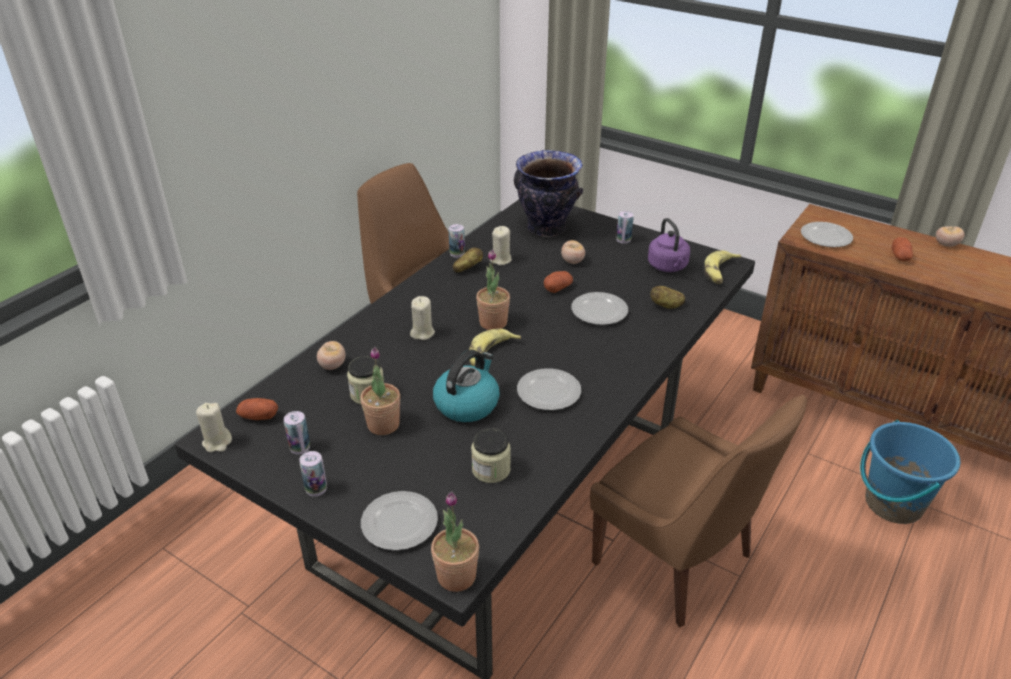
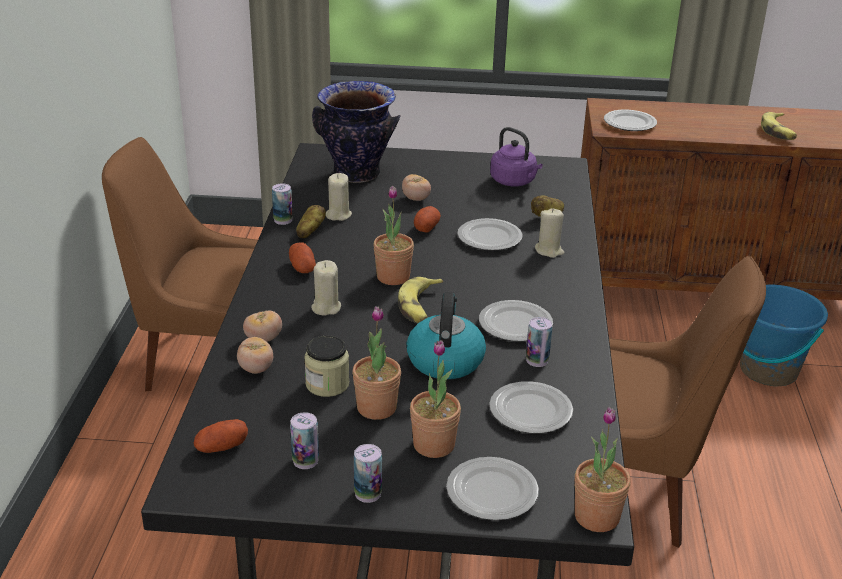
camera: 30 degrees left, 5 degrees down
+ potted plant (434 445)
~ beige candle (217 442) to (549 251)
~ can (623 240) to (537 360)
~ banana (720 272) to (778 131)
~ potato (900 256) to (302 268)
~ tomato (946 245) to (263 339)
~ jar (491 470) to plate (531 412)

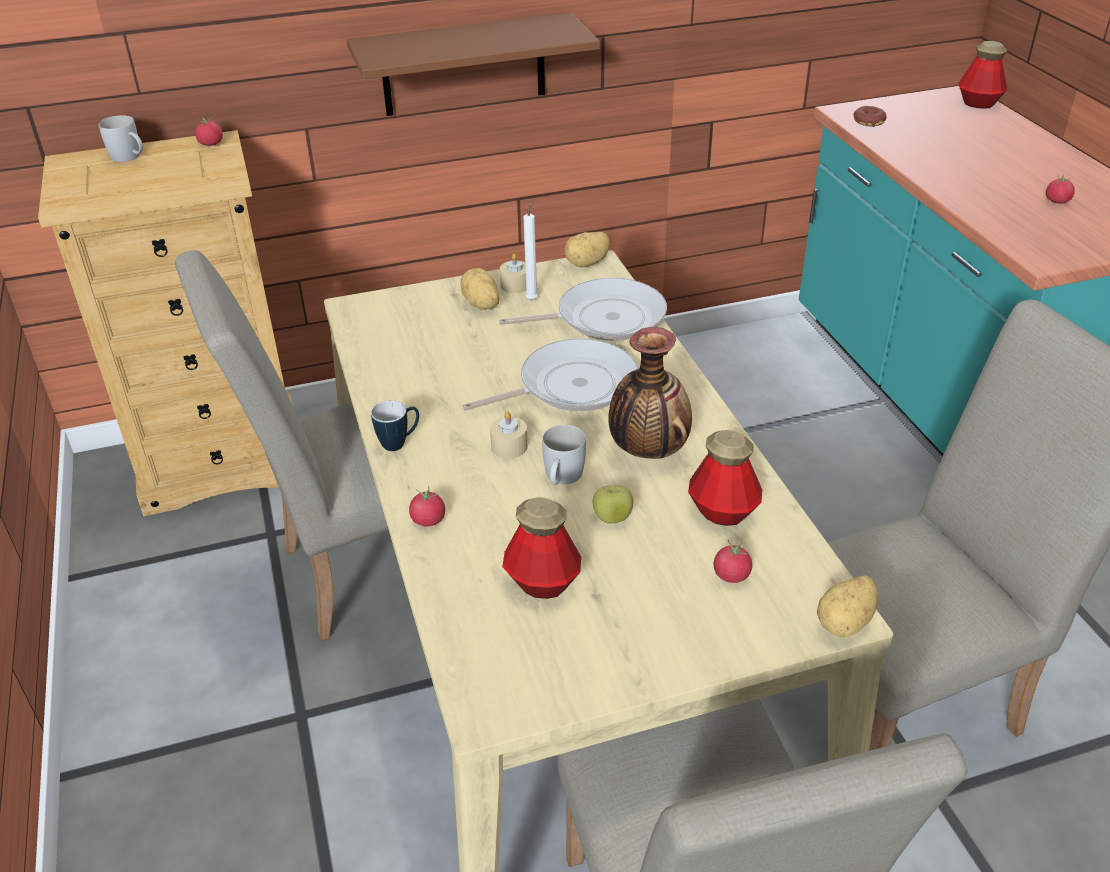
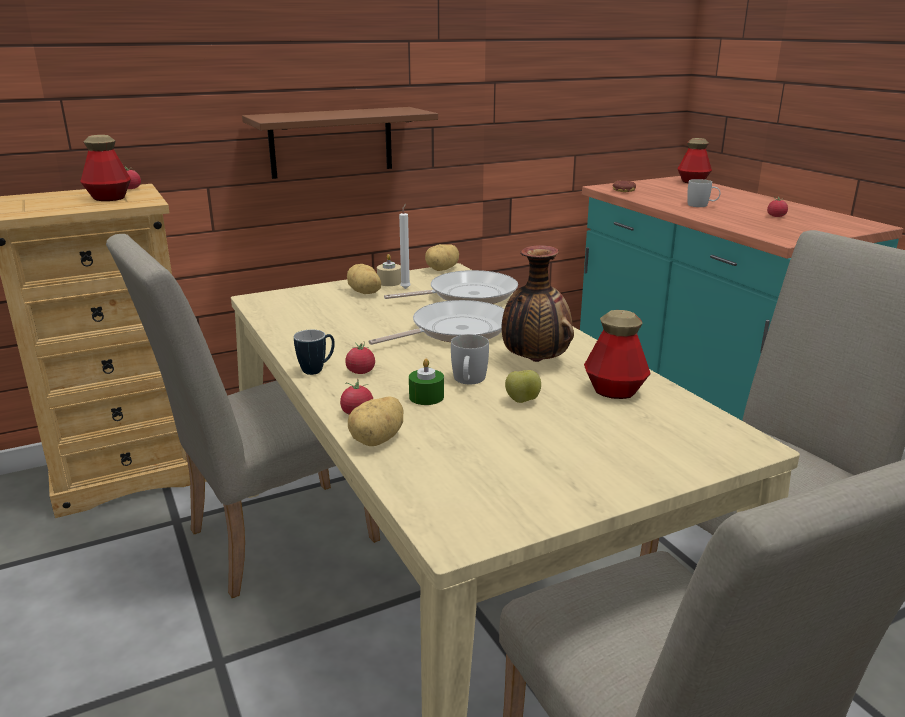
camera: 10 degrees left, 15 degrees down
- beige candle (509 446)
+ green candle (426 397)
~ white mug (130 157) to (702 205)
~ bottle (542 583) to (109 198)
~ tomato (731 575) to (360 372)
~ potato (846 622) to (378 440)

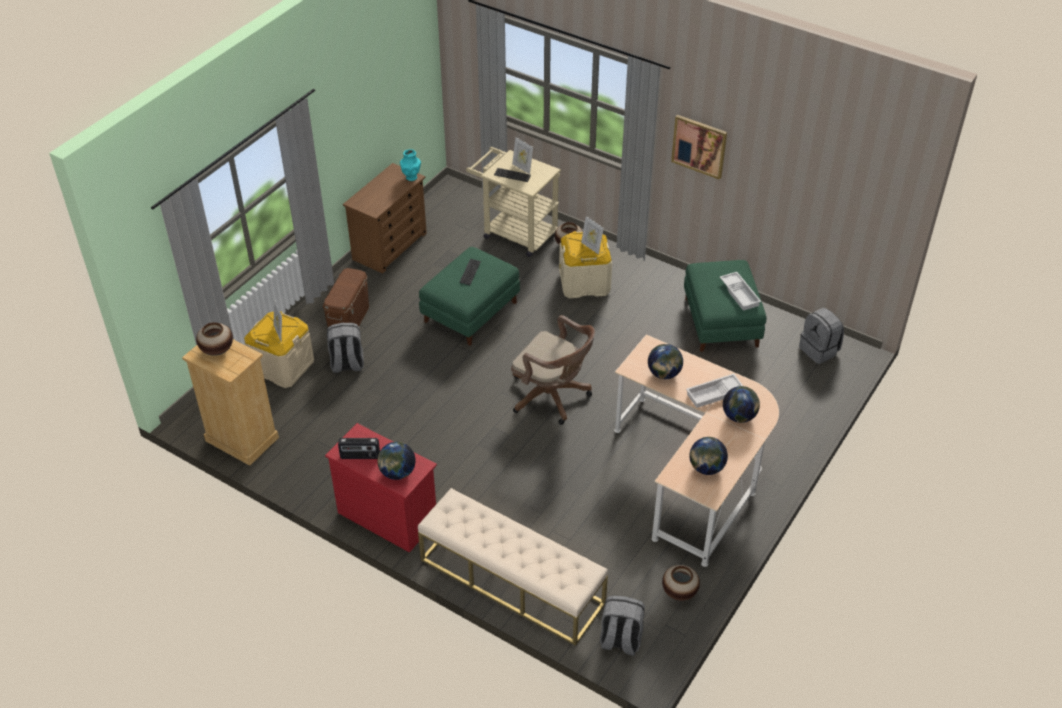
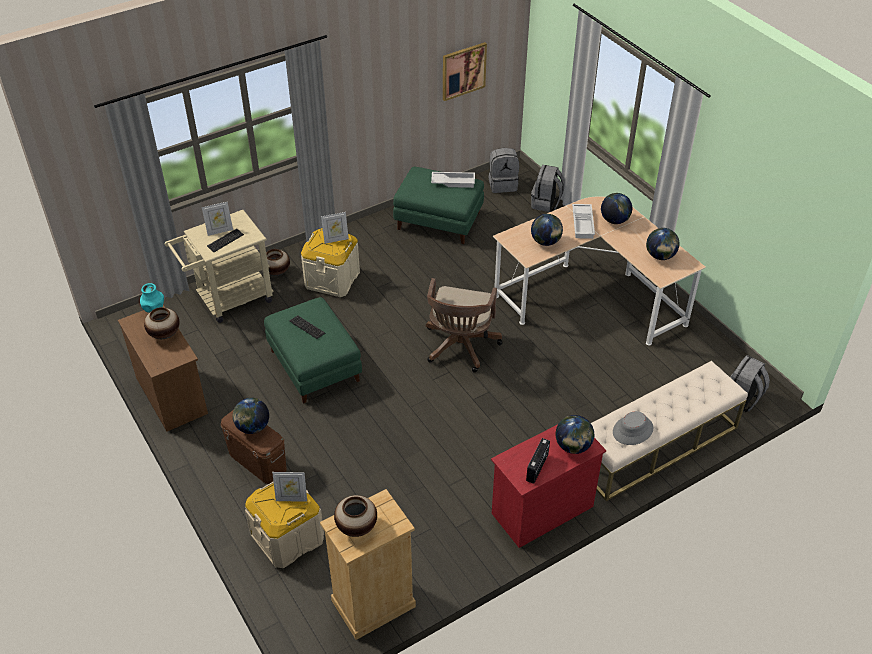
camera: 65 degrees left, 0 degrees up
+ globe (253 427)
+ grey hat (633 430)
~ grey backpack (347 364) to (546 203)
~ vase (679 592) to (164 334)
~ picture (699 146) to (463 71)
~ brown office chair (553 397) = (460 348) 135 degrees clockwise

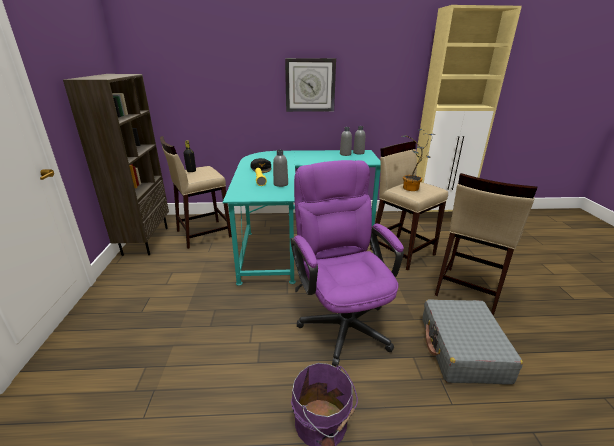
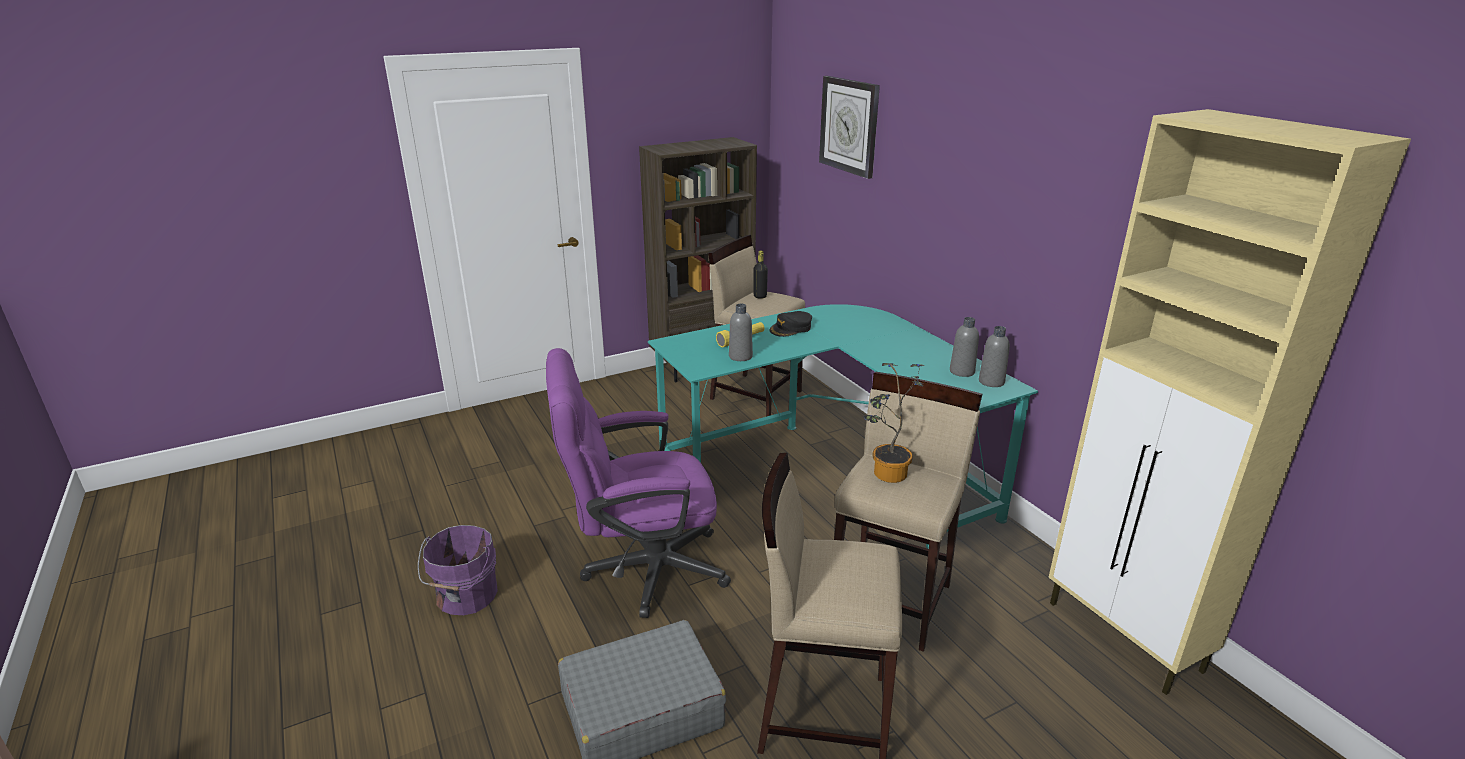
camera: 65 degrees right, 0 degrees up
~ wall clock (310 85) to (849 126)
~ purple office chair (341 319) = (642 570) 150 degrees counterclockwise

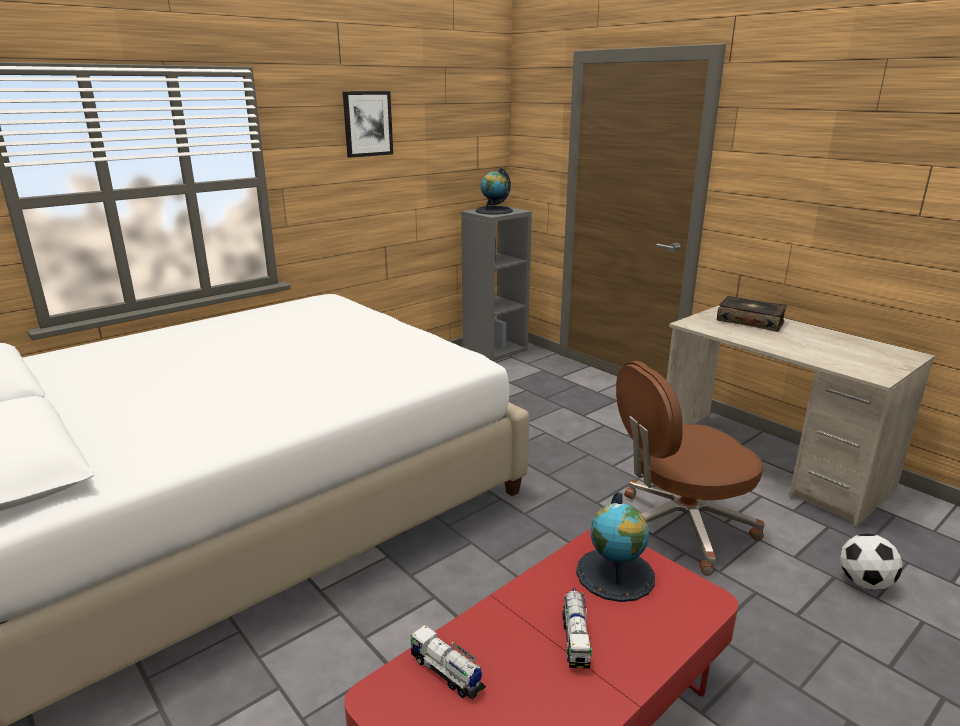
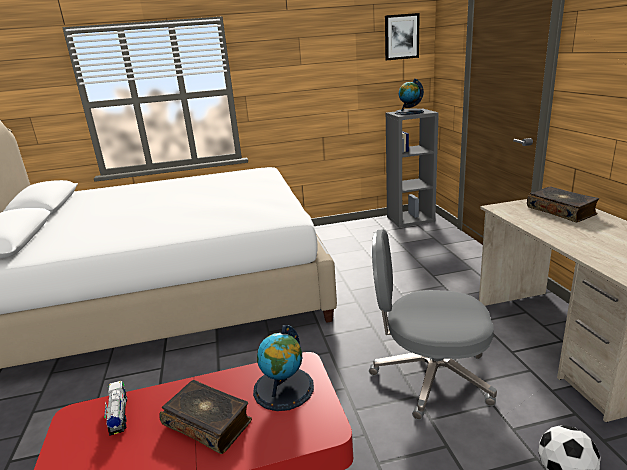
camera: 30 degrees right, 0 degrees up
~ picture (367 123) to (401 37)
~ toy truck (575 639) to book (208 423)
~ brown office chair (679 528) to grey office chair (429 376)

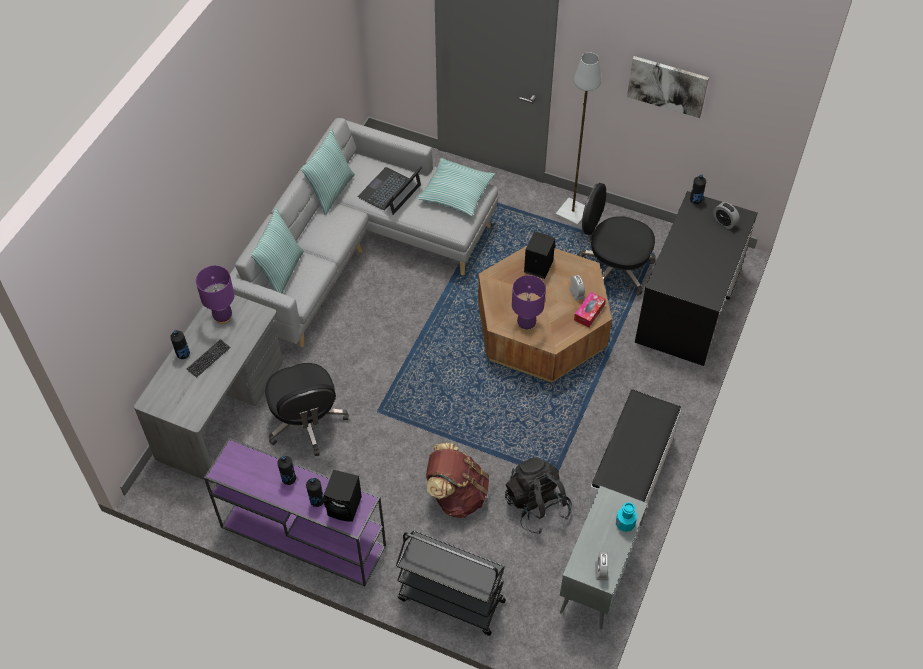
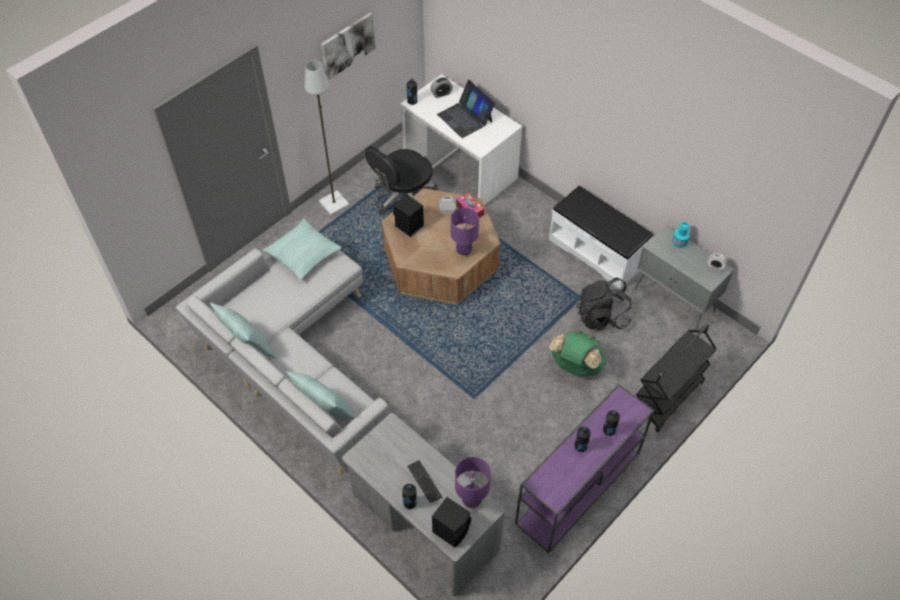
camera: 70 degrees left, 0 degrees up
- black office chair (306 422)
~ purple table lamp (223 317) to (471 501)
~ black speaker (345 507) to (452 529)
~ laptop (390 191) to (465 118)
~ brown backpack (456 495) to green backpack (575 366)
~ black desk (689 306) to white desk (460 166)

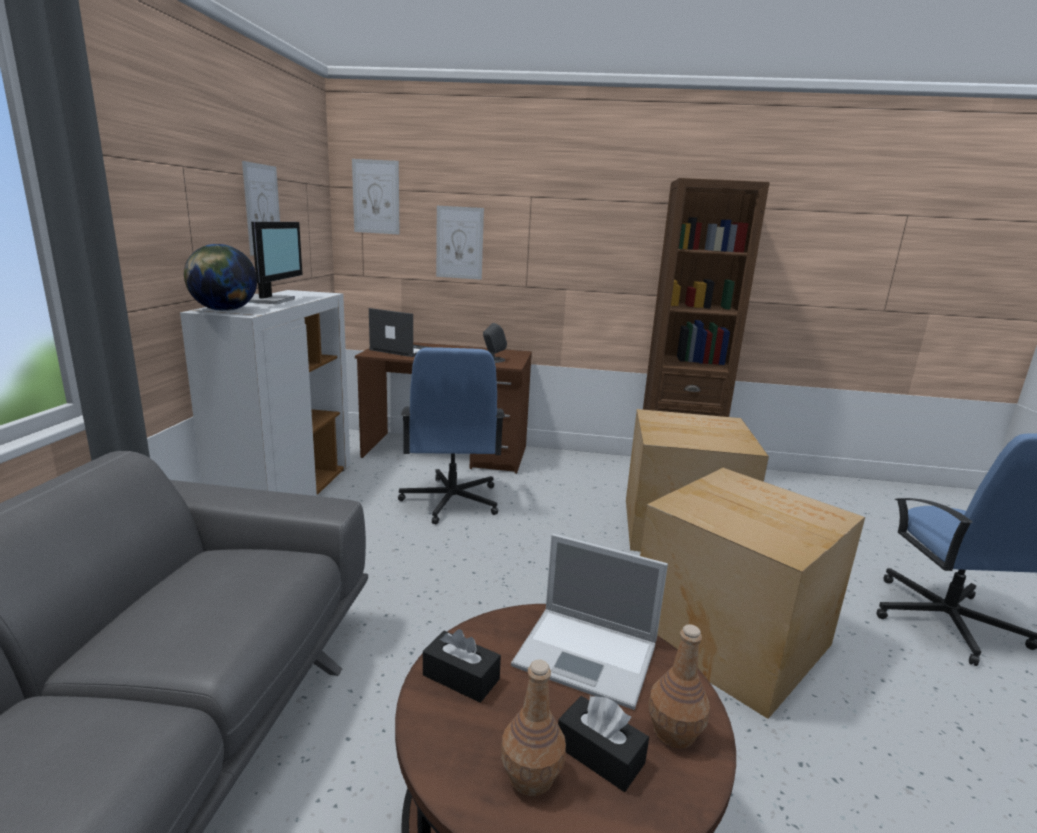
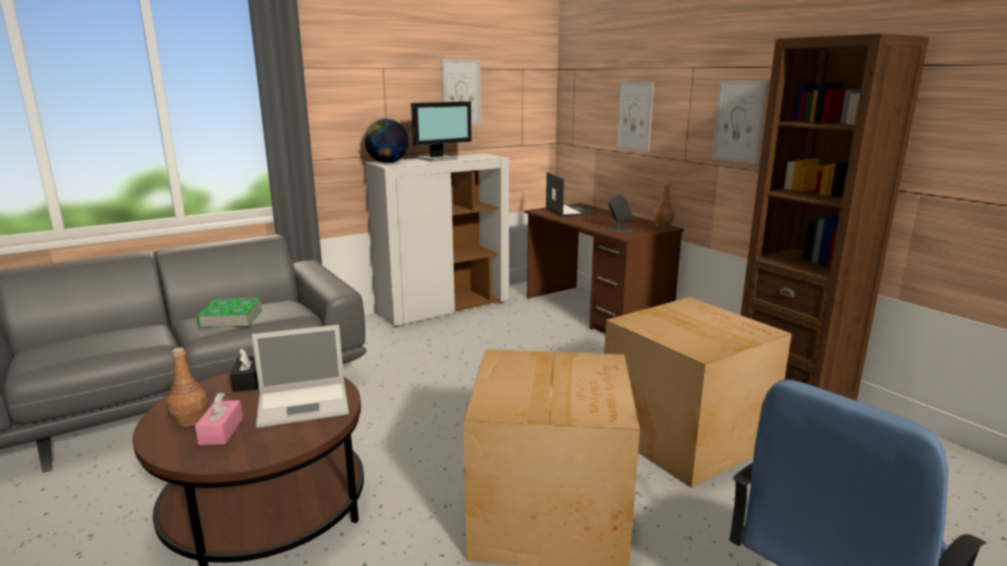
camera: 50 degrees right, 0 degrees up
- blue office chair (451 501)
+ book (231 318)
~ picture (376 197) to (738 121)
~ brown bottle (673 731) to (663 226)
~ black tissue box (600 754) to pink tissue box (221 431)
~ laptop (588 656) = (305 404) 90 degrees counterclockwise

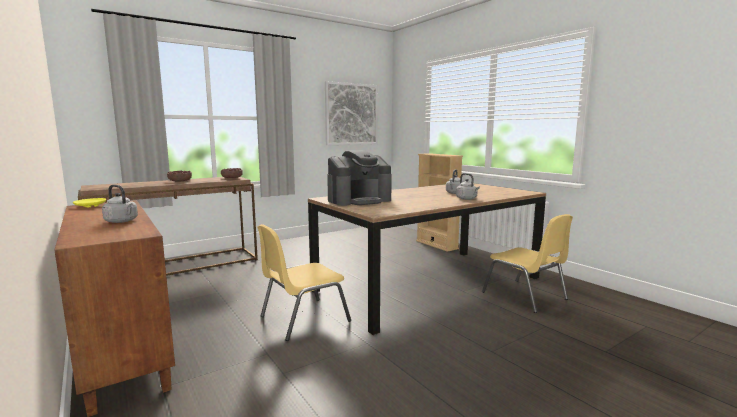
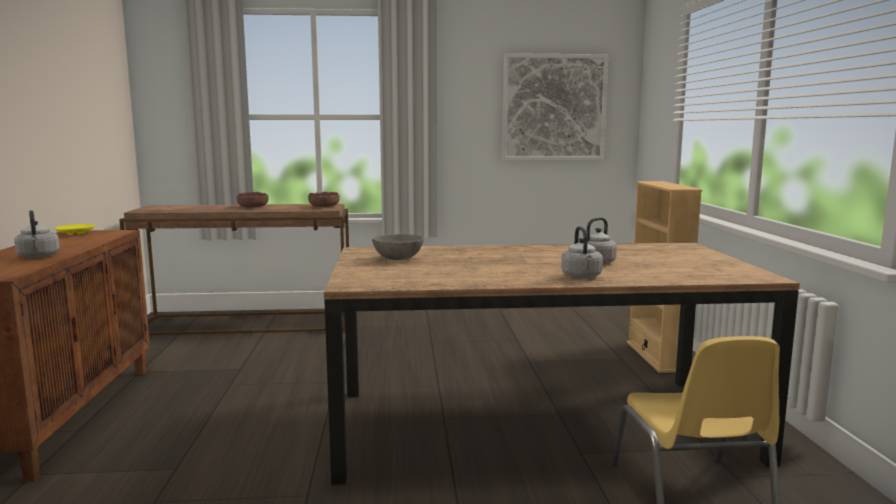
camera: 30 degrees right, 0 degrees up
- yellow chair (303 319)
~ coffee machine (359 200) to grey bowl (398 259)

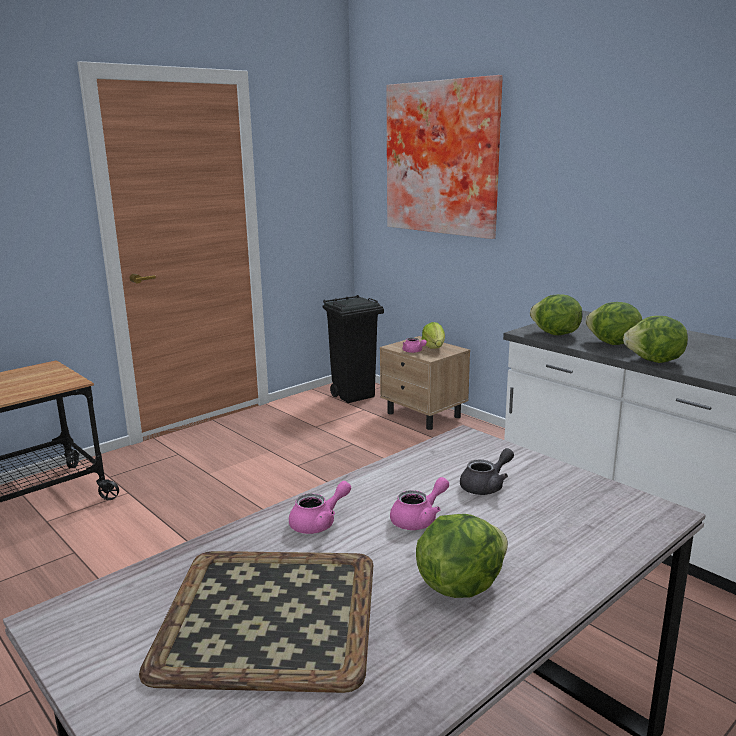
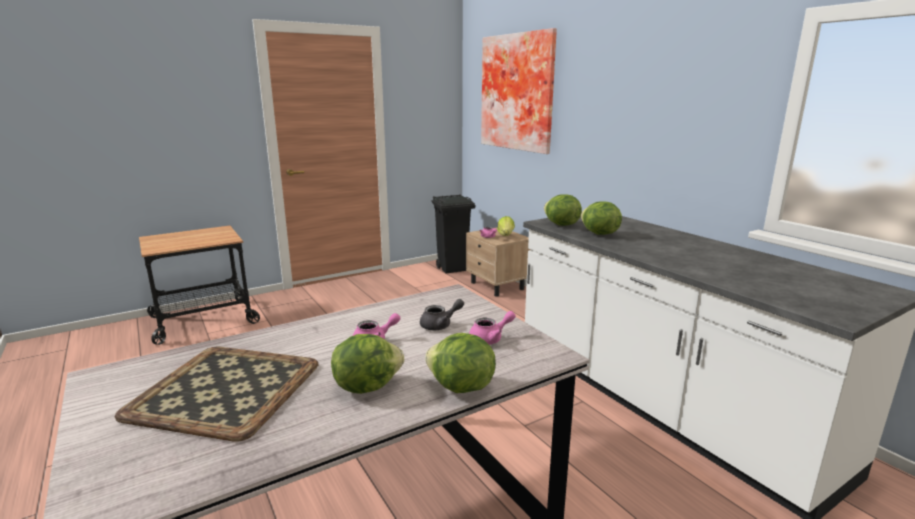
camera: 10 degrees right, 0 degrees up
~ pink teapot (319 523) to (490 339)
~ lettuce (654 361) to (460 388)

